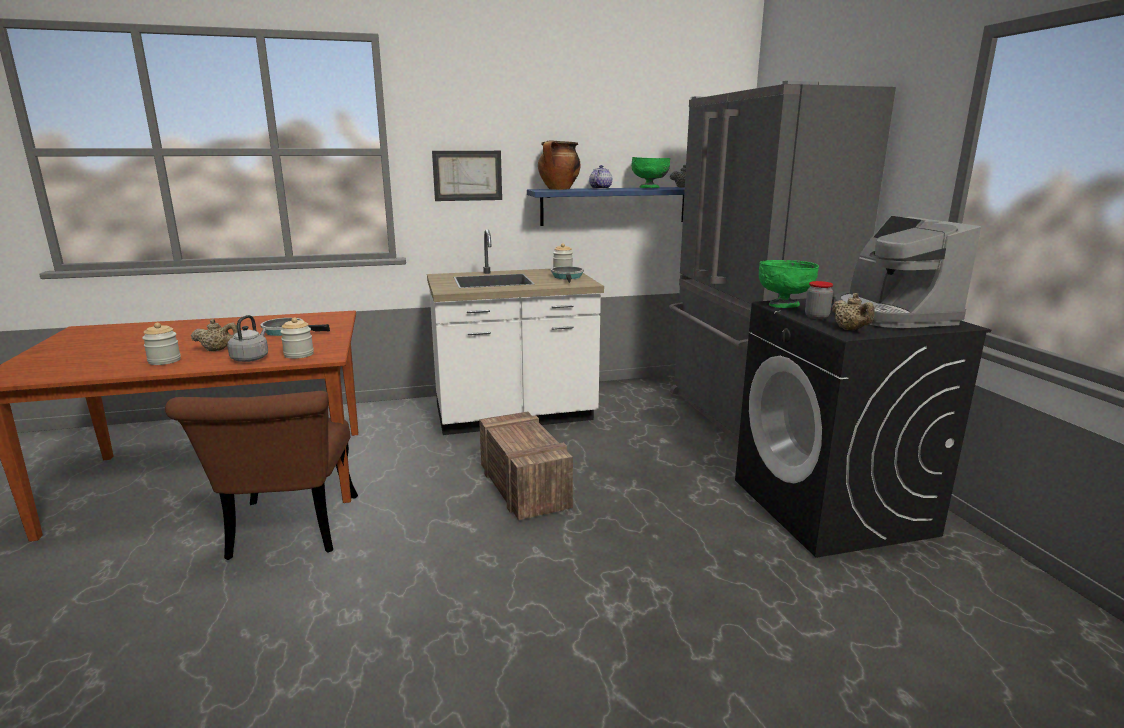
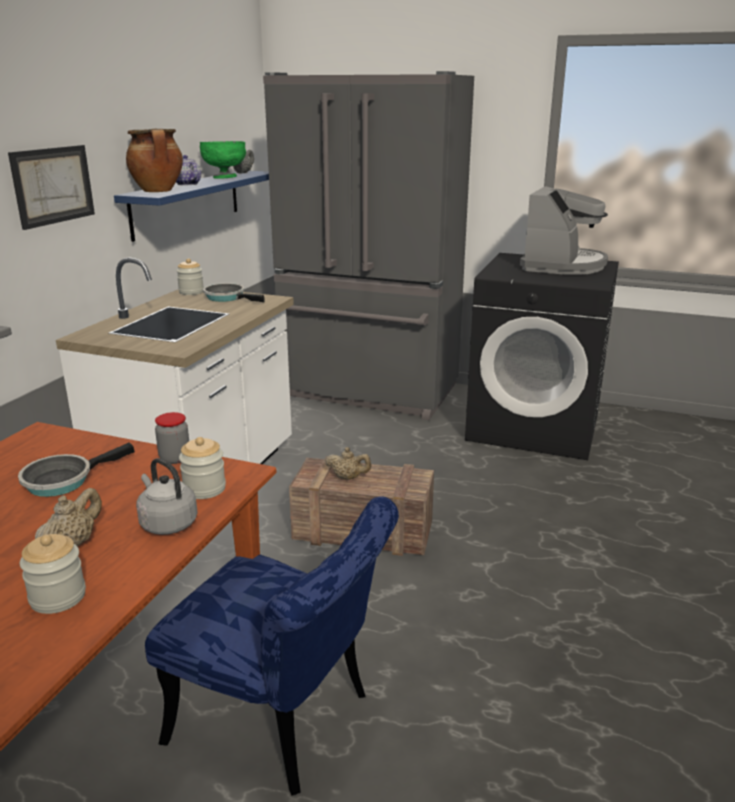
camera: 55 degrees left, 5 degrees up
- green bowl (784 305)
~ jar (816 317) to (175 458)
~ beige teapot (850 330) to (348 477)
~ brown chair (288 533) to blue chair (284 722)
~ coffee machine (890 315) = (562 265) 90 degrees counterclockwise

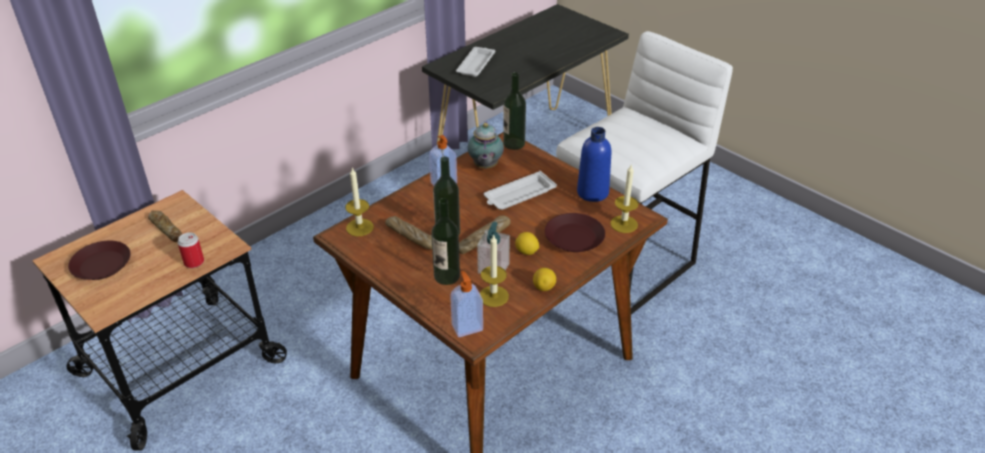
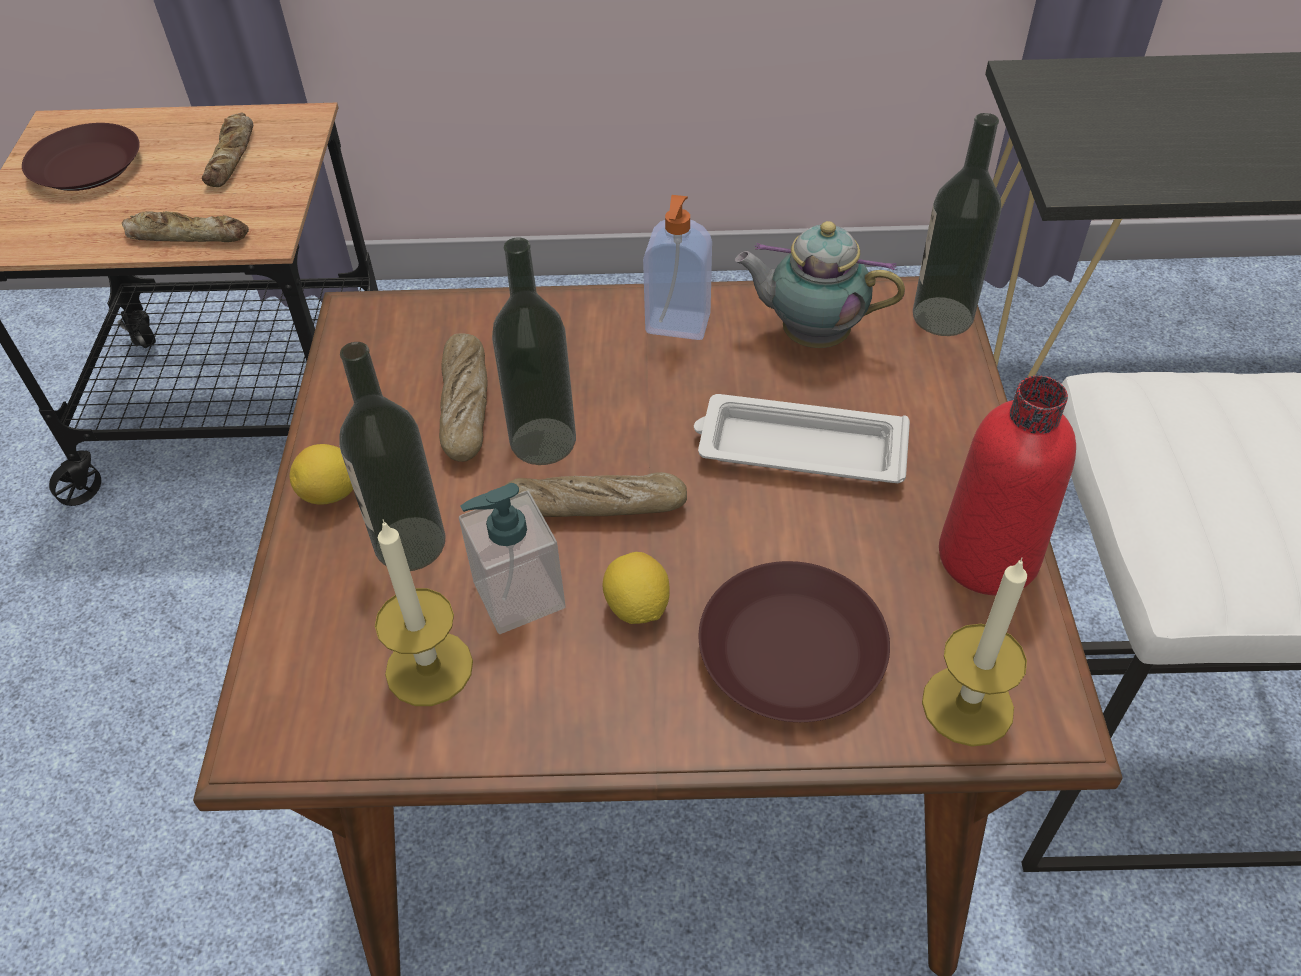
camera: 45 degrees right, 10 degrees up
- candle (359 227)
- soap dispenser (467 327)
- white tray (476 64)
~ lemon (544 287) to (331 494)
~ can (194 262) to bread (188 235)
~ blue bottle (592 192) to red bottle (988 557)
~ teapot (485 167) = (810 335) 60 degrees clockwise

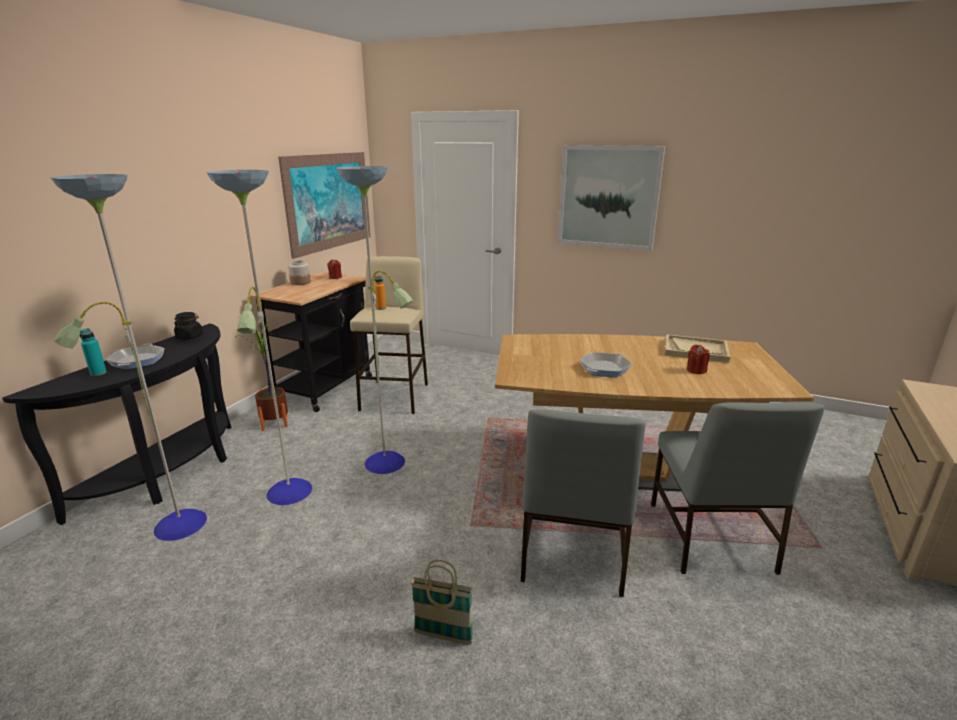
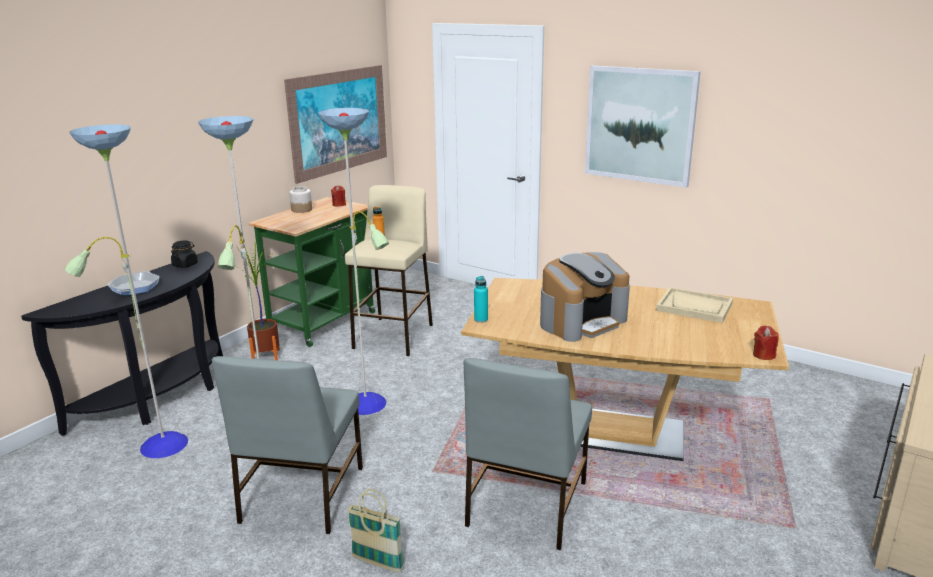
camera: 10 degrees right, 0 degrees up
~ turquoise bottle (98 373) to (481 319)
~ grey chair (709 538) to (301 495)
~ red candle (696 370) to (763 355)
~ frying pan (604 368) to coffee machine (582 321)
~ black cart (328 386) to green cart (327 320)

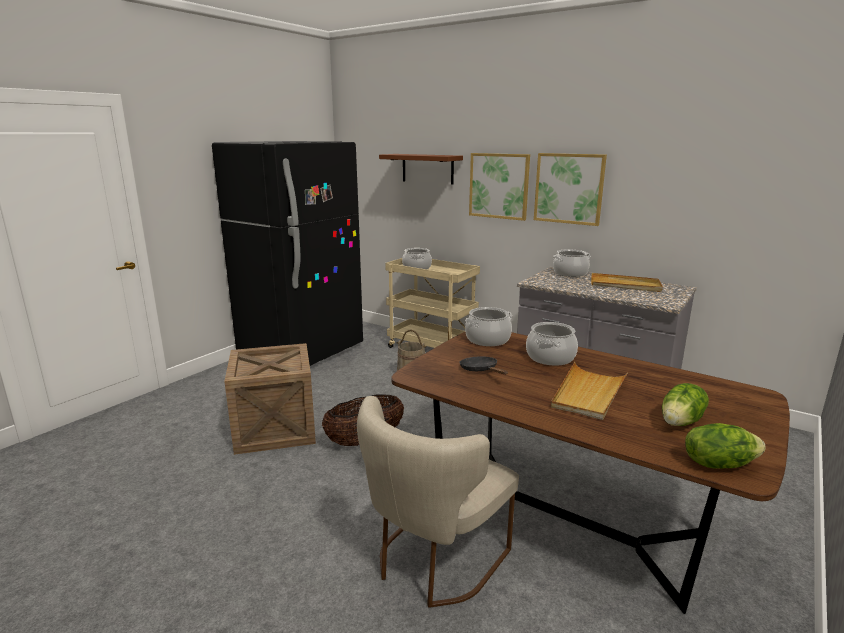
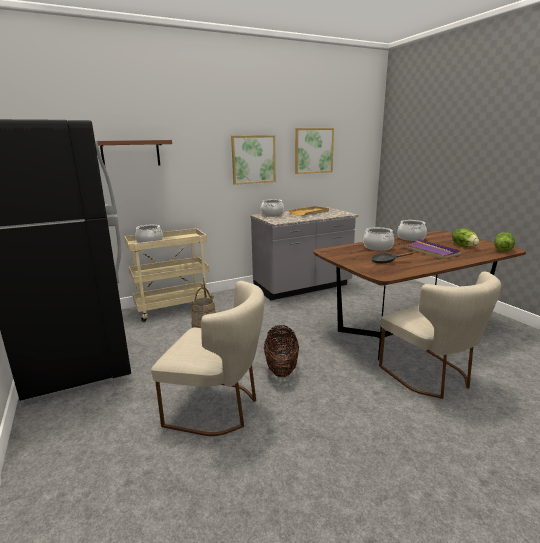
camera: 60 degrees left, 0 degrees up
~ cooking pot (488 340) to (411 238)
~ picture (499 186) to (313 150)
~ crate (275 429) to beige chair (218 408)
~ beige tray (588 393) to purple tray (428 251)

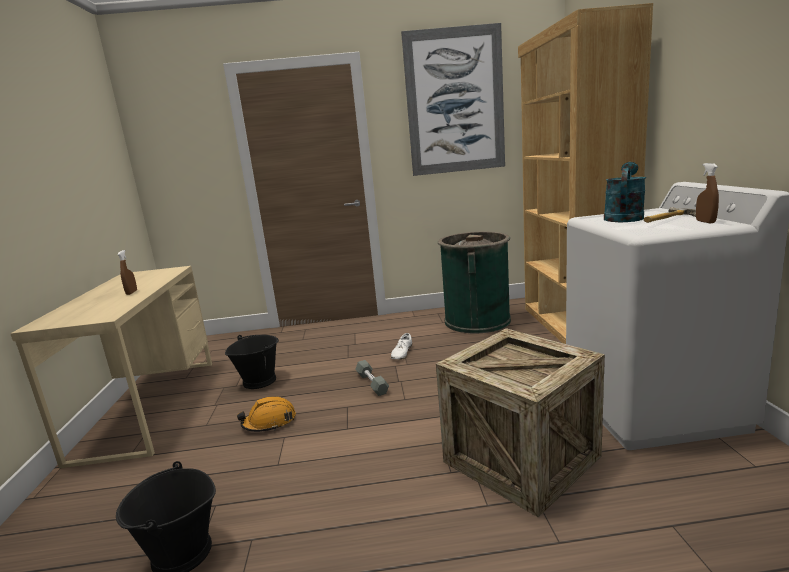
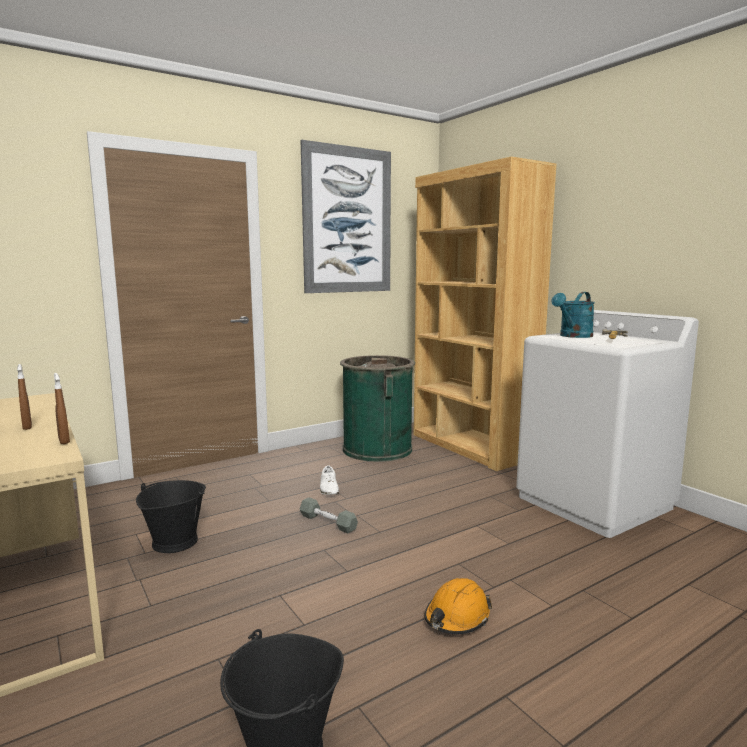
camera: 30 degrees left, 5 degrees down
- crate (521 459)
~ orange hard hat (269 422) to (457 617)
~ brown spray bottle (705 222) to (64 441)
~ turquoise watering can (623 217) = (573 336) 135 degrees counterclockwise

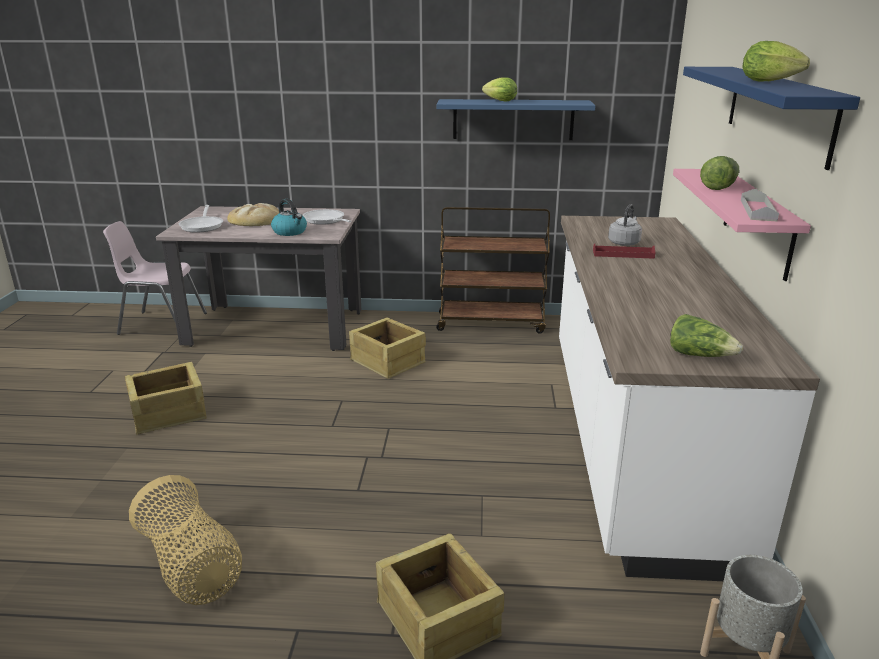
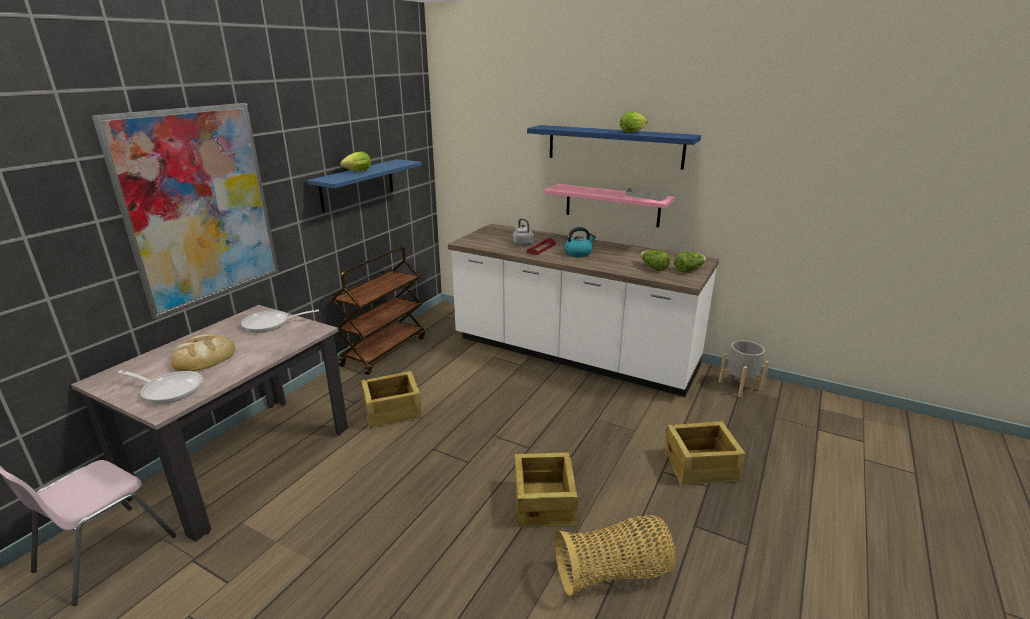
camera: 65 degrees left, 0 degrees up
+ picture (199 206)
~ crate (169 413) to (545 502)
~ kettle (290 232) to (578 253)
~ lettuce (718 186) to (653 267)

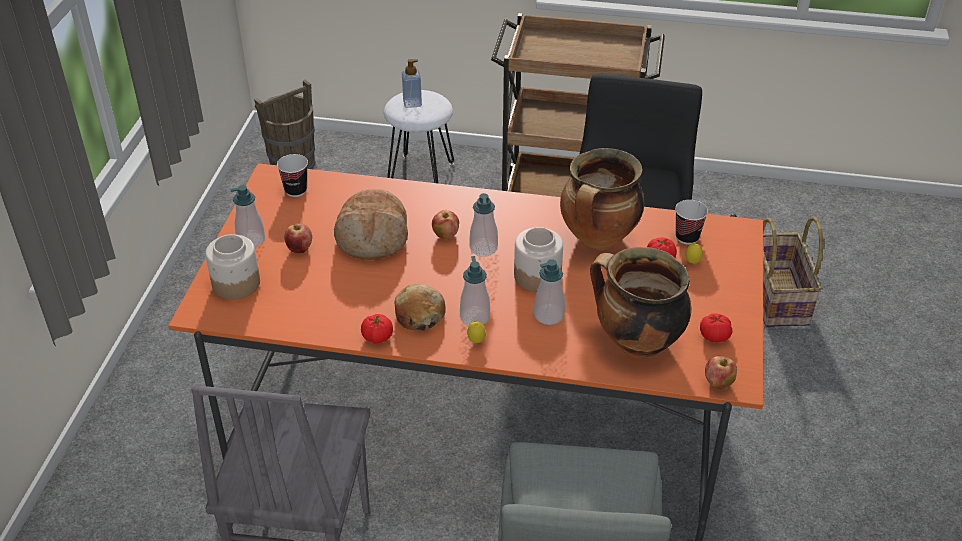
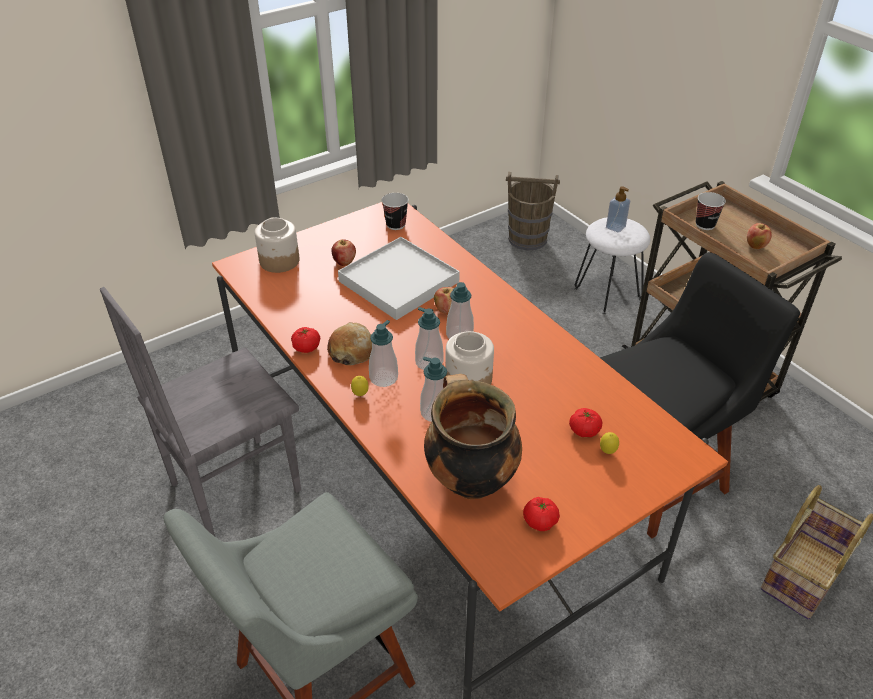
camera: 45 degrees right, 0 degrees up
- cooking pot (598 239)
~ soap dispenser (251 240) to (429 362)
~ cup (687 237) to (705 225)
~ apple (718 383) to (755 246)
~ bread (372 236) to white tray (399 282)

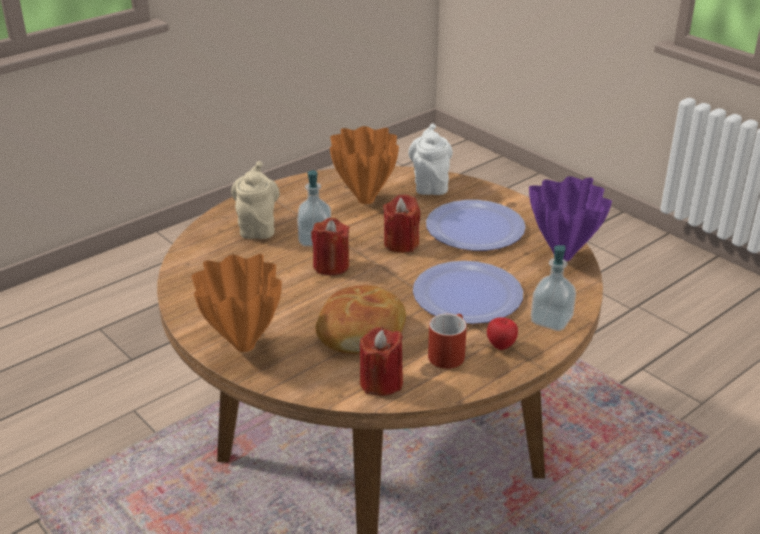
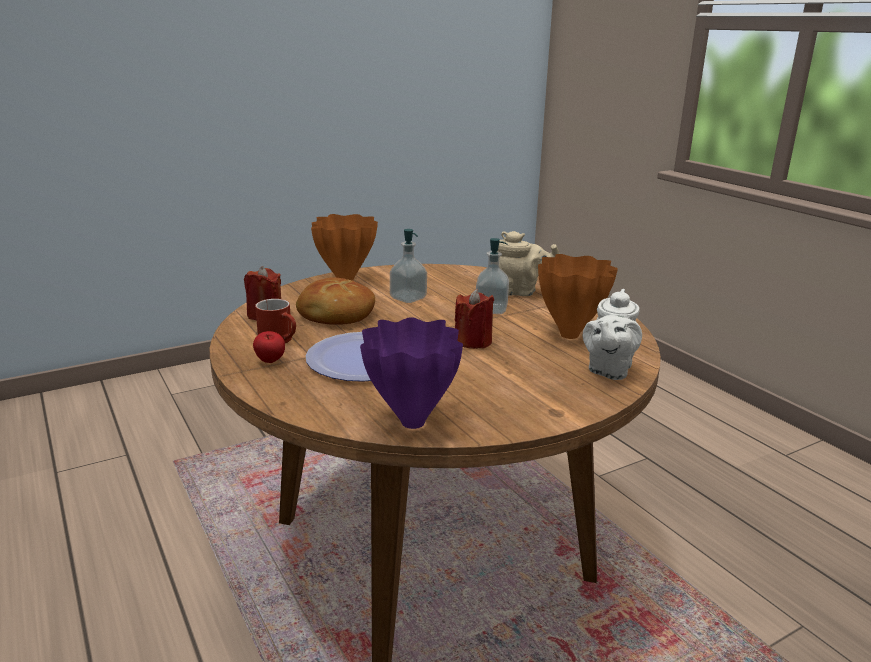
camera: 100 degrees right, 10 degrees down
- red candle (331 266)
- plate (475 228)
~ soap dispenser (551 320) to (408 298)
~ white teapot (430 185) = (608 370) 105 degrees clockwise

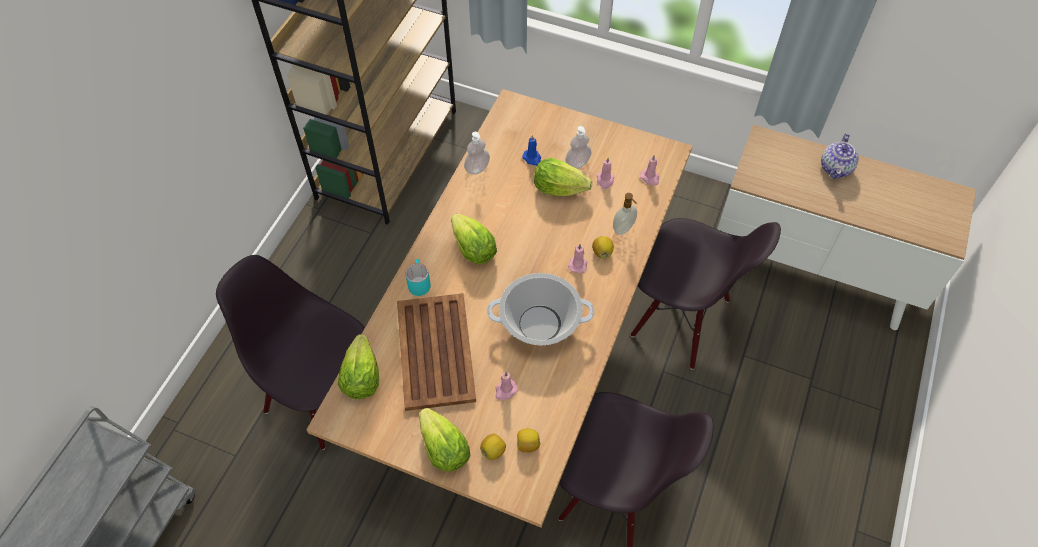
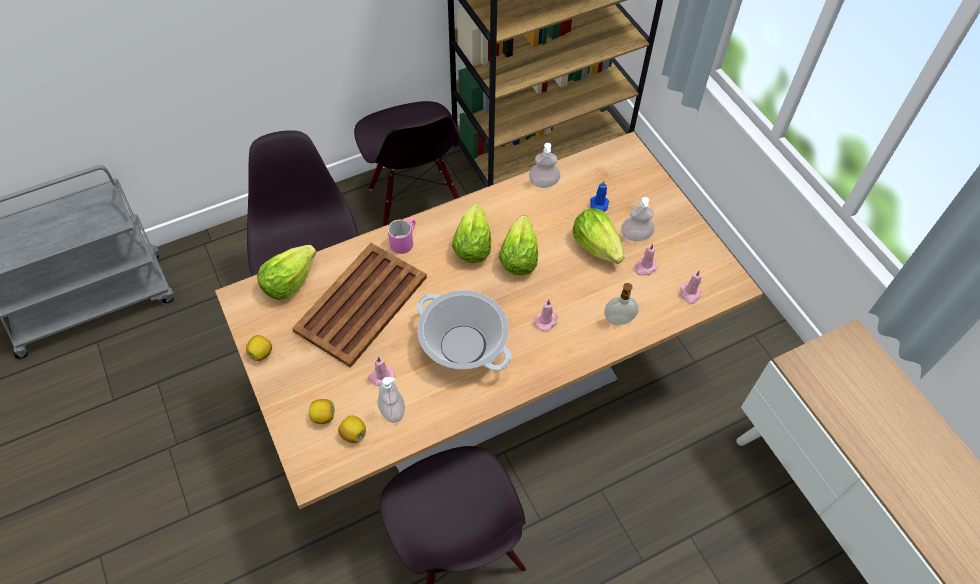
camera: 40 degrees right, 0 degrees up
- teapot (836 168)
+ soap dispenser (392 410)
~ lettuce (444 449) to (518 258)
~ lemon (602 252) to (261 353)
~ black chair (680 319) to (415 202)
~ turquoise mug (418 282) to pink mug (404 240)

